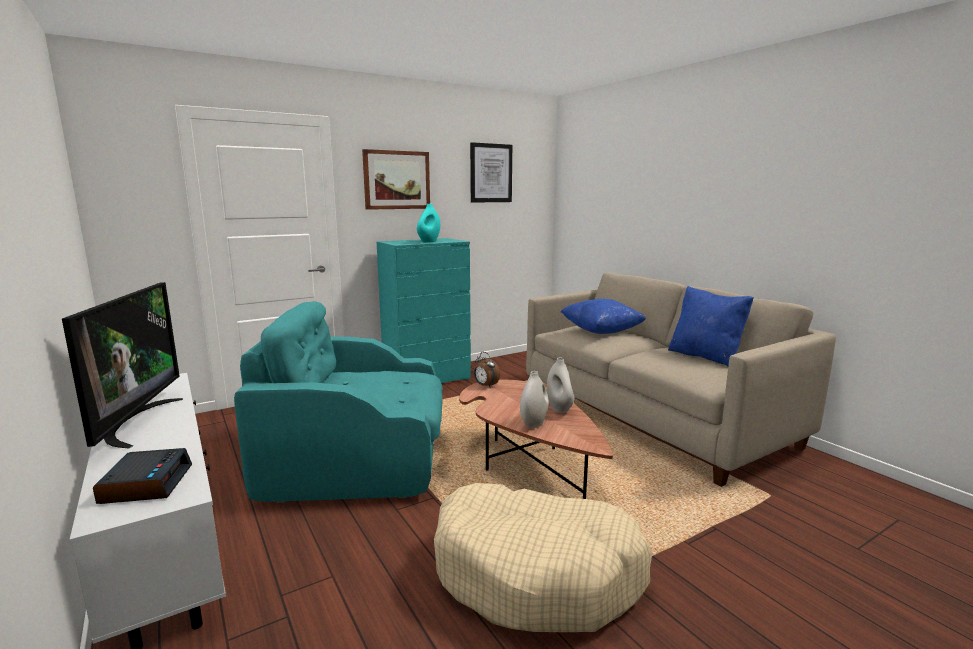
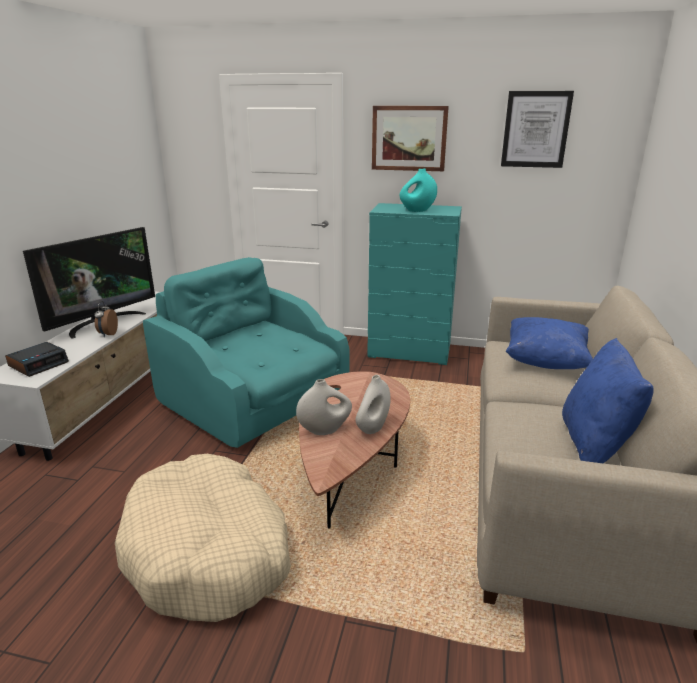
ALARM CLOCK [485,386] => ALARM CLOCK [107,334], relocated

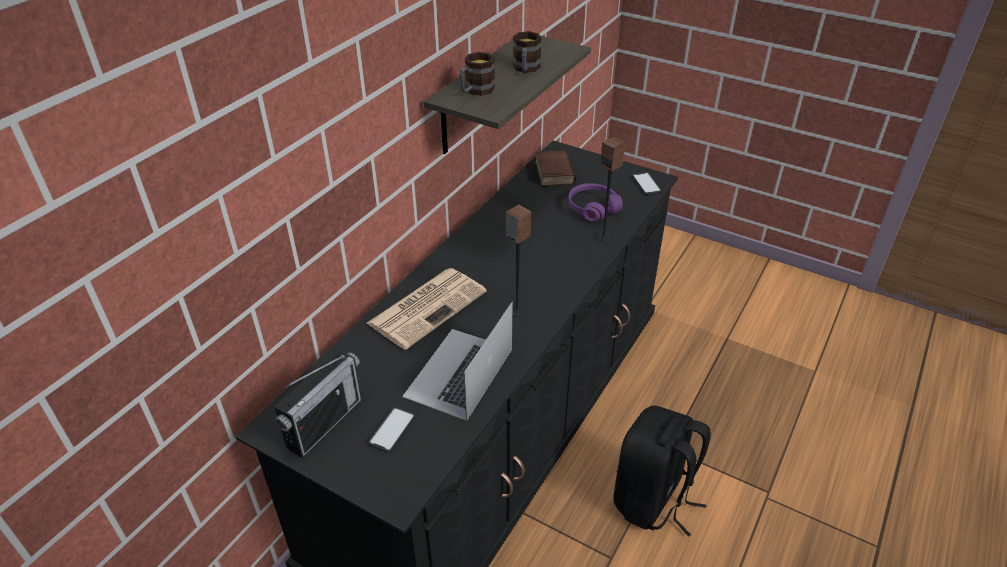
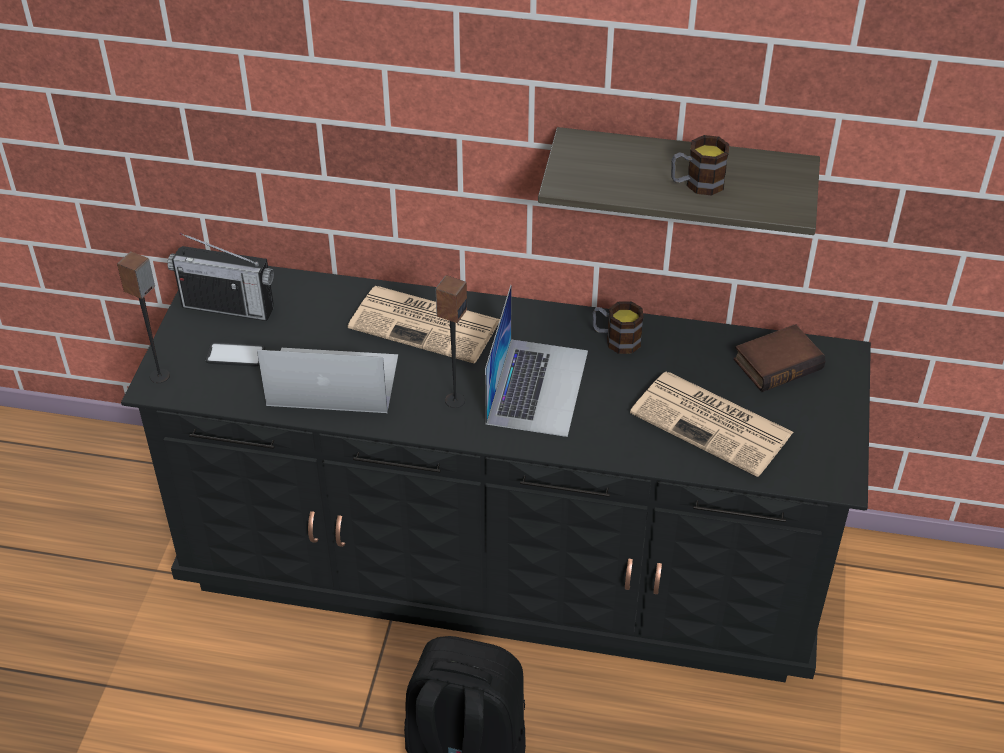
PHONE [646,184] => nothing
nothing => LAPTOP [537,386]
MUG [475,91] => MUG [616,340], relocated
SPEAKER [603,237] => SPEAKER [160,376], relocated
PURPLE HEADPHONES [593,208] => NEWSPAPER [713,424]

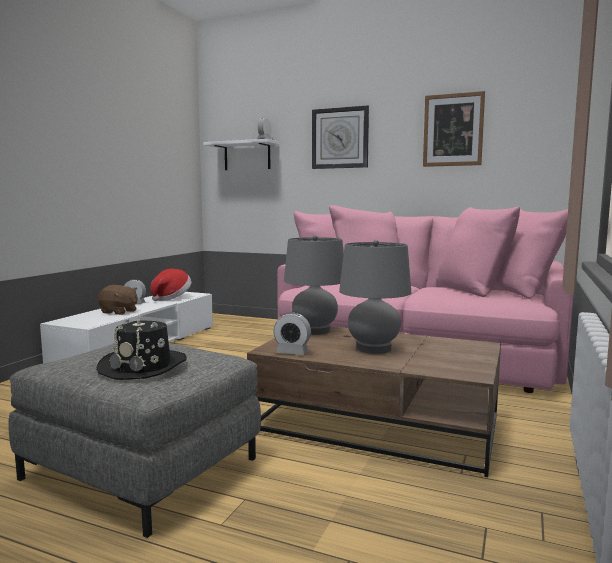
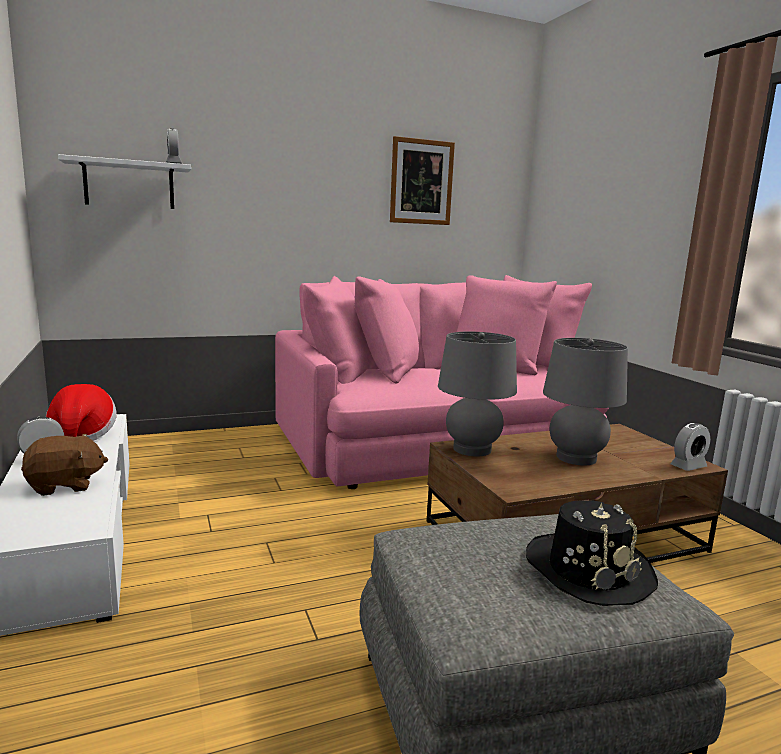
WALL CLOCK [340,138] => nothing
ALARM CLOCK [292,352] => ALARM CLOCK [688,466], relocated

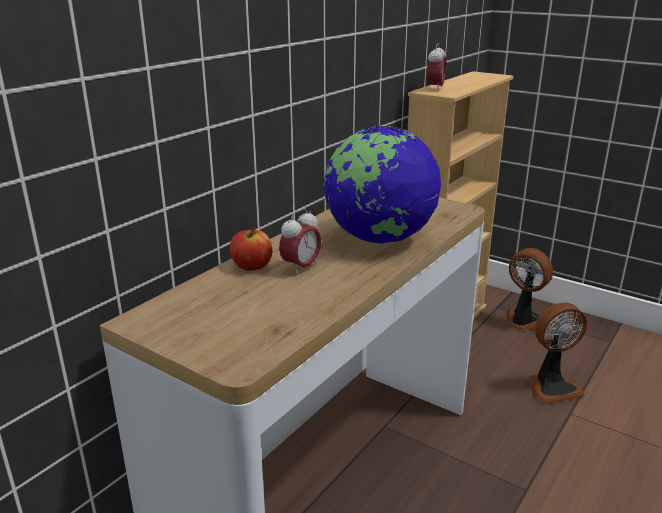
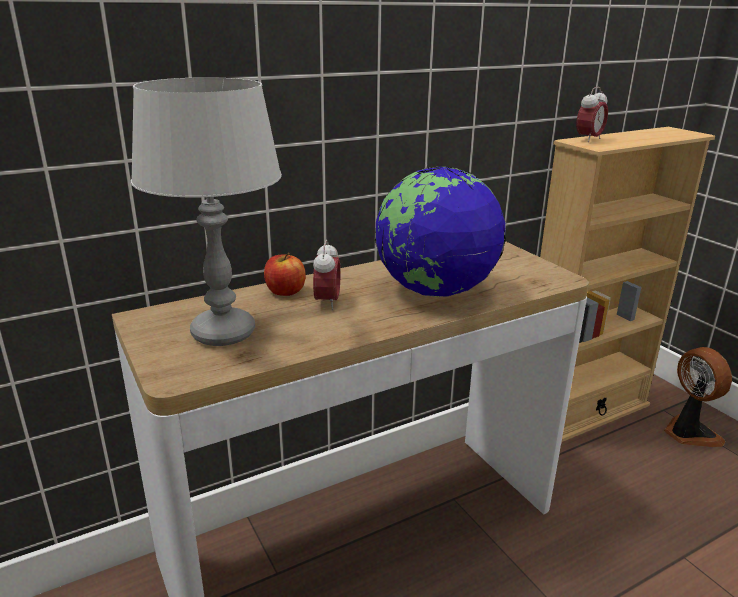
FAN [551,387] => nothing
nothing => GREY TABLE LAMP [224,333]
ALARM CLOCK [301,267] => ALARM CLOCK [327,302], 60 degrees counterclockwise

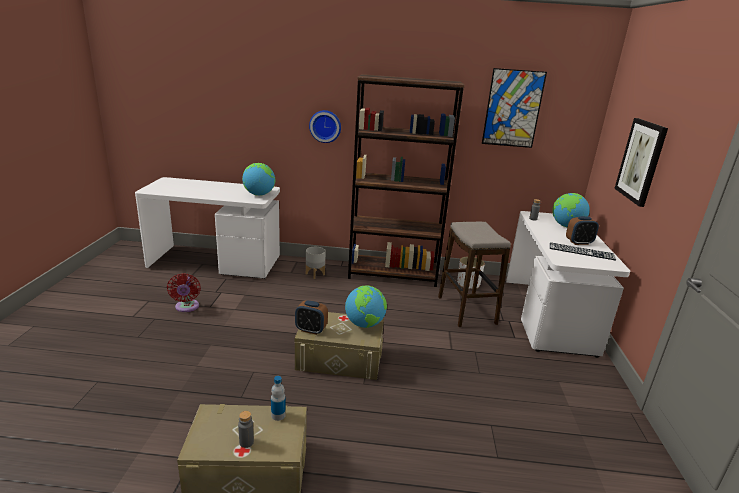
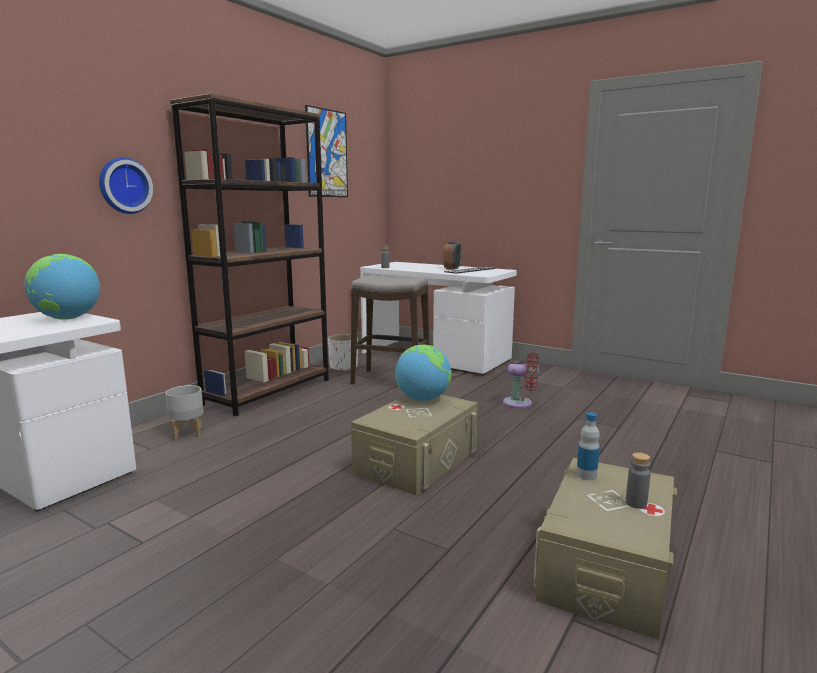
ALARM CLOCK [311,330] => nothing
GLOBE [566,226] => nothing
PICTURE [641,161] => nothing
RED FAN [187,307] => RED FAN [521,403], relocated

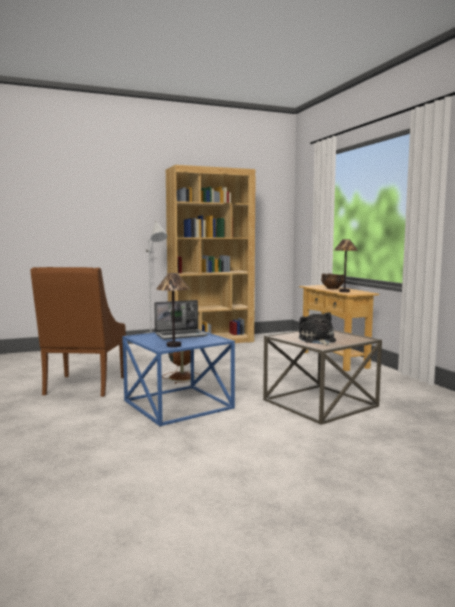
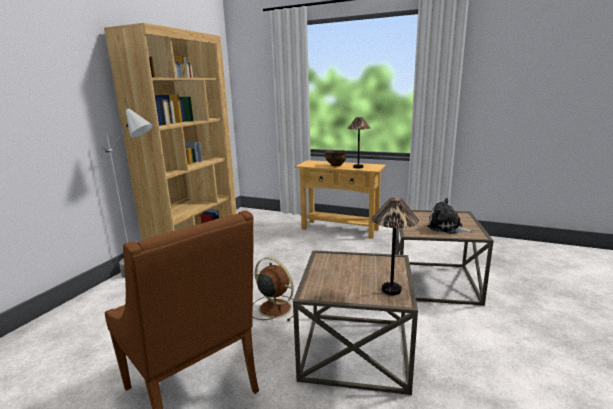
LAPTOP [181,335] => nothing
BLUE SIDE TABLE [178,404] => BROWN SIDE TABLE [355,349]

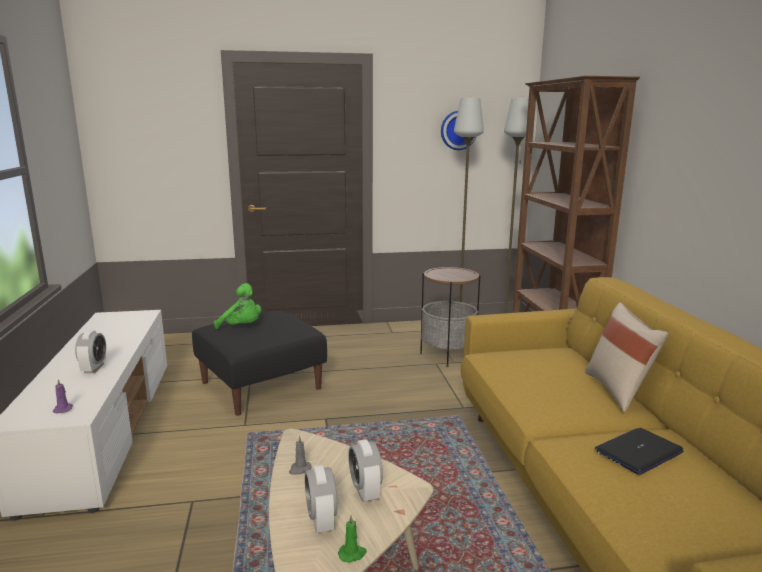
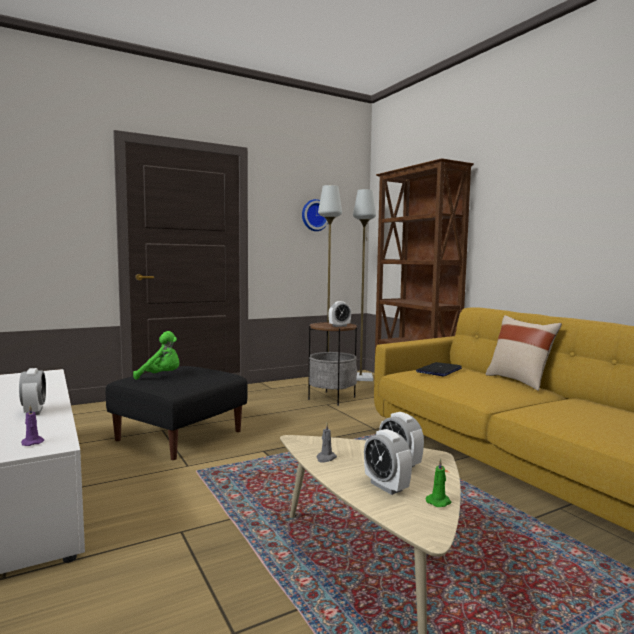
nothing => ALARM CLOCK [339,326]
LAPTOP [638,452] => LAPTOP [439,370], relocated

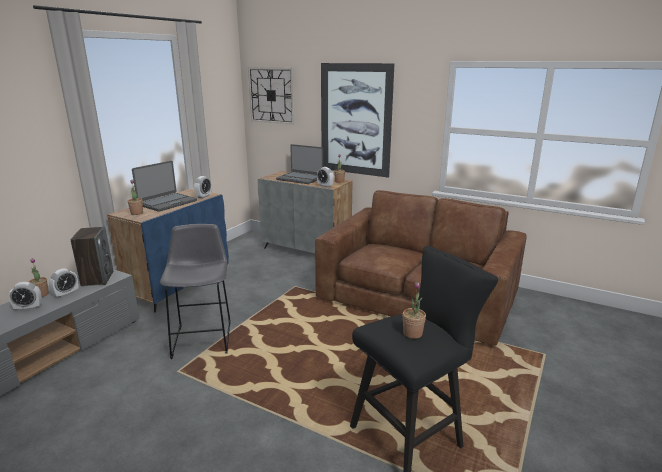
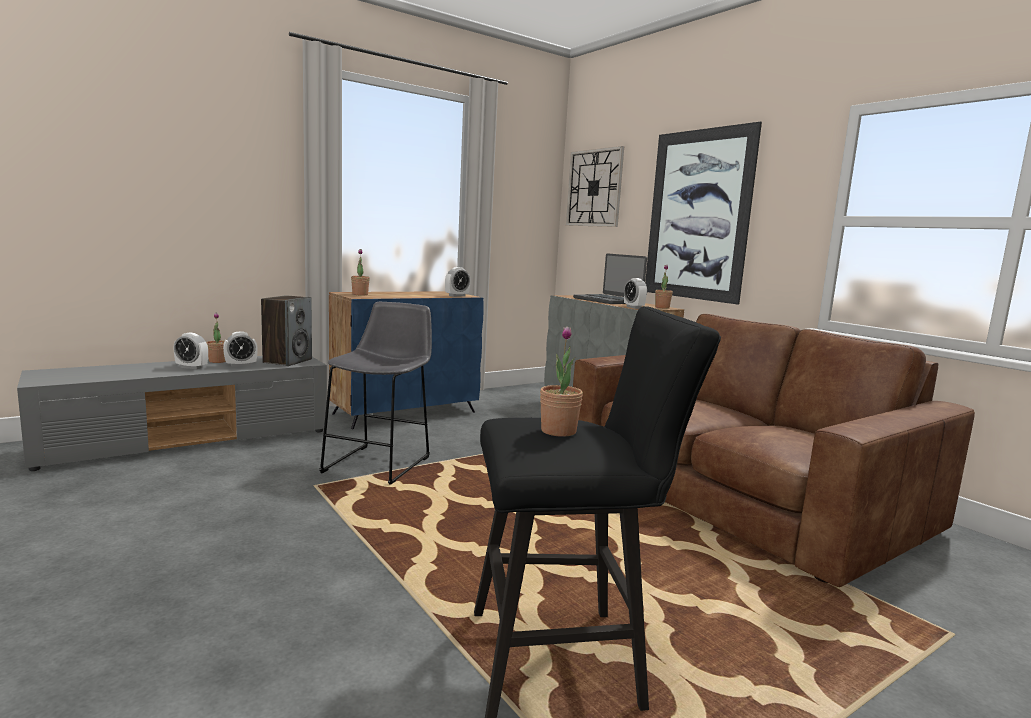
LAPTOP [167,203] => nothing

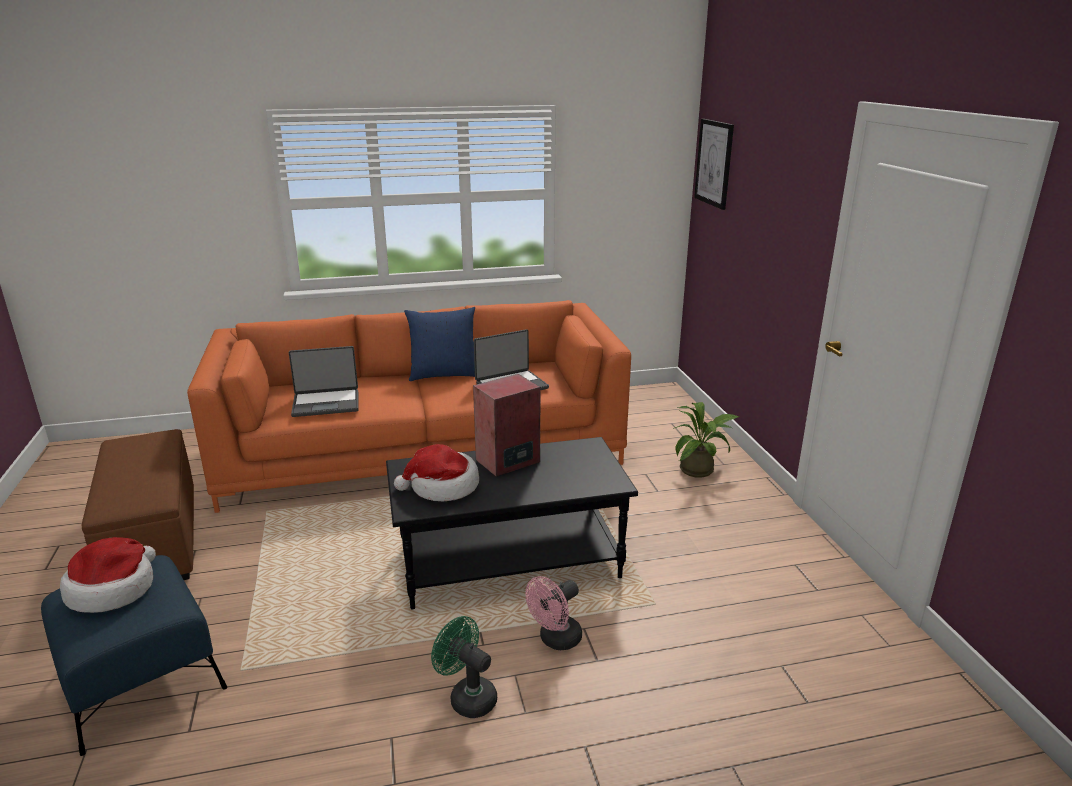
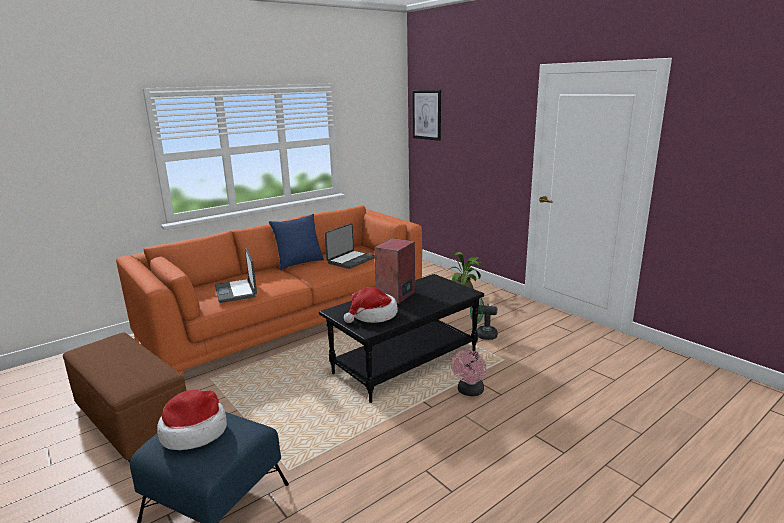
GREEN FAN [467,696] => GREEN FAN [482,335], relocated
LAPTOP [326,403] => LAPTOP [237,291], 105 degrees clockwise

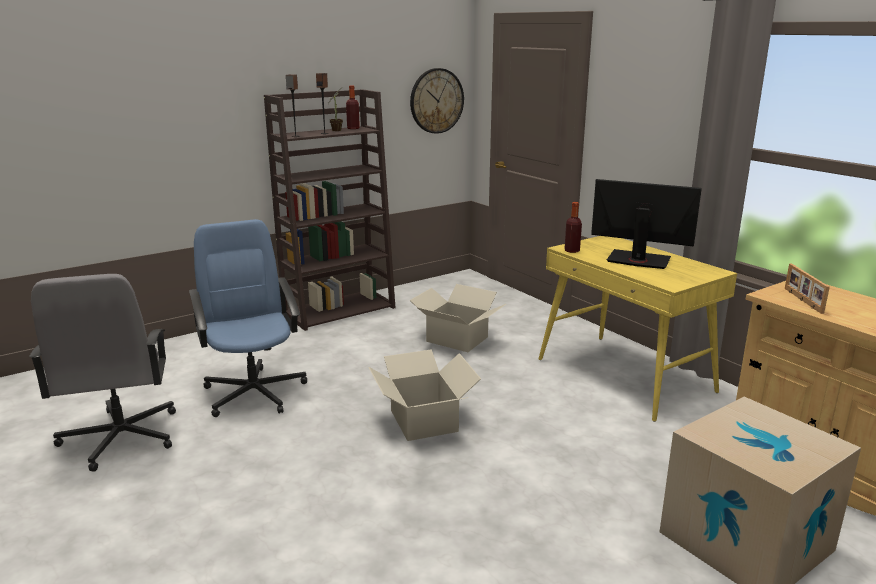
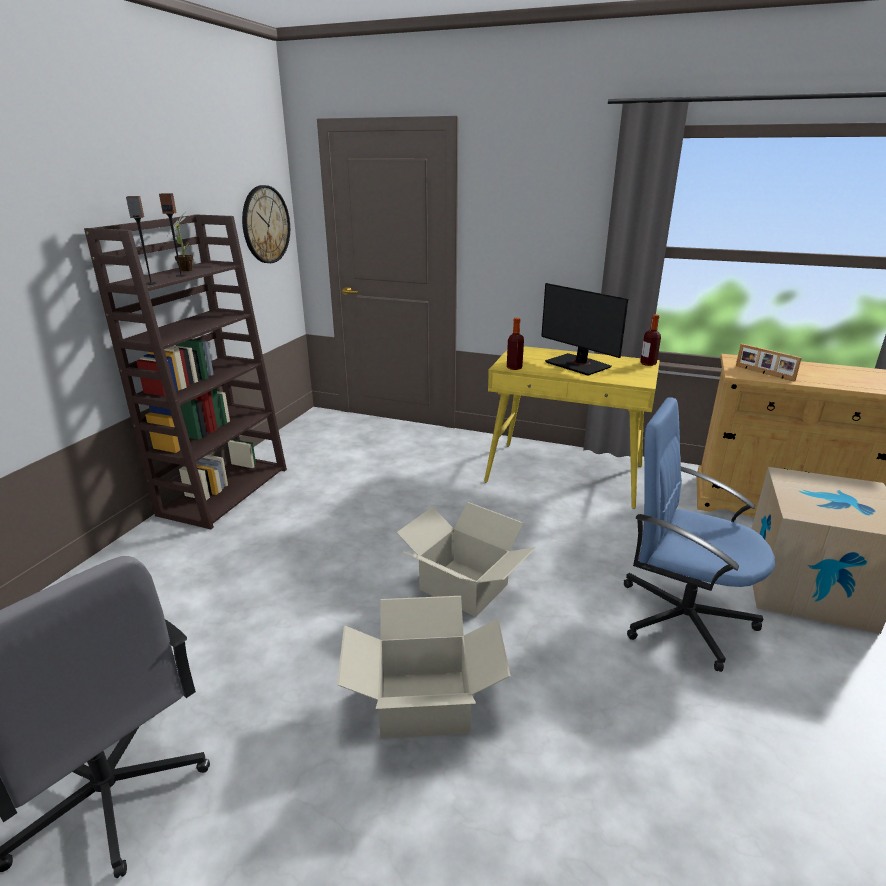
BLUE OFFICE CHAIR [254,392] => BLUE OFFICE CHAIR [681,617], relocated
BOTTLE [353,128] => BOTTLE [648,363], relocated
CARDBOARD BOX [457,339] => CARDBOARD BOX [423,702], relocated
MONITOR [638,260] => MONITOR [578,365], 120 degrees counterclockwise

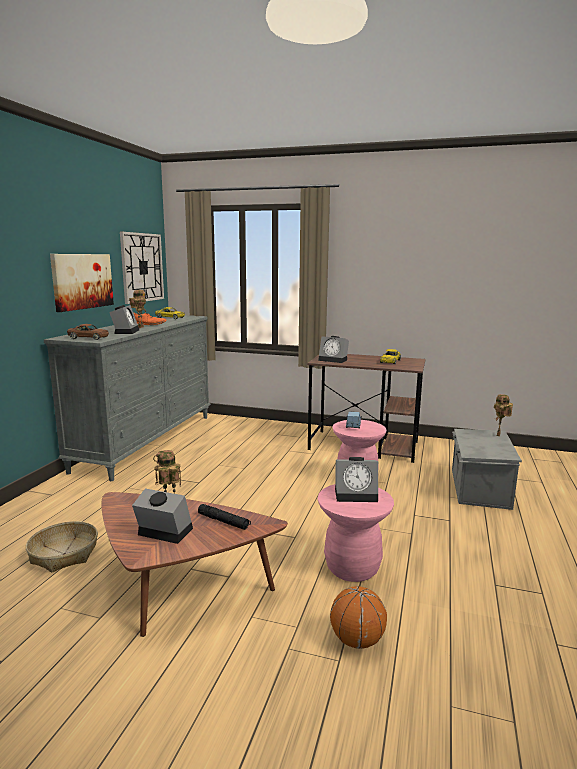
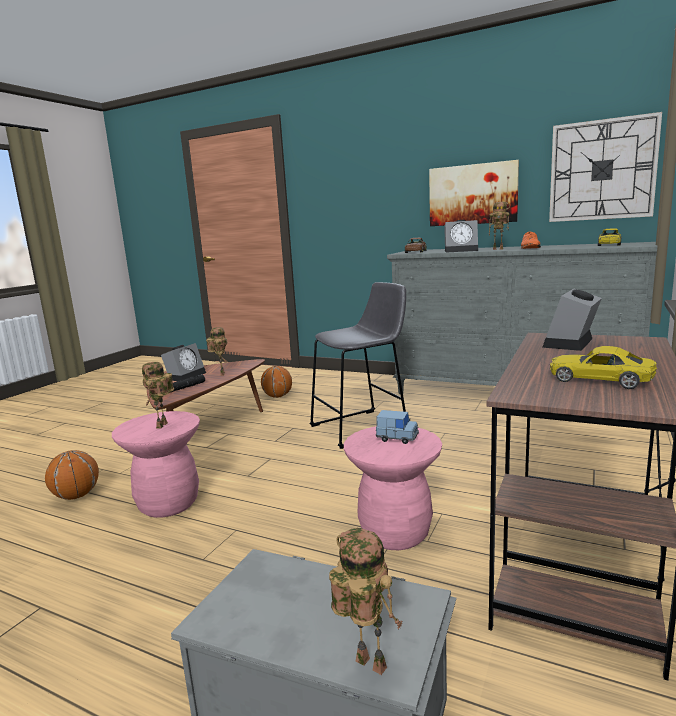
nothing => GREY STOOL [363,427]
BASKET [64,554] => BASKETBALL [277,396]
ALARM CLOCK [357,494] => TOY ROBOT [163,426]

